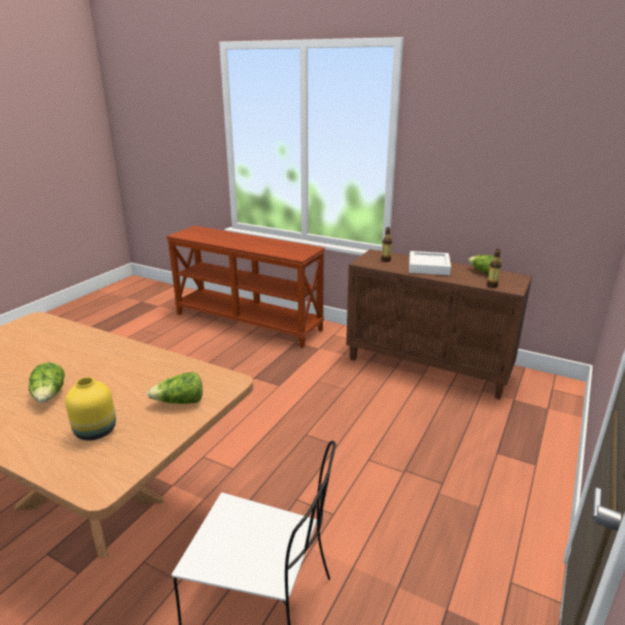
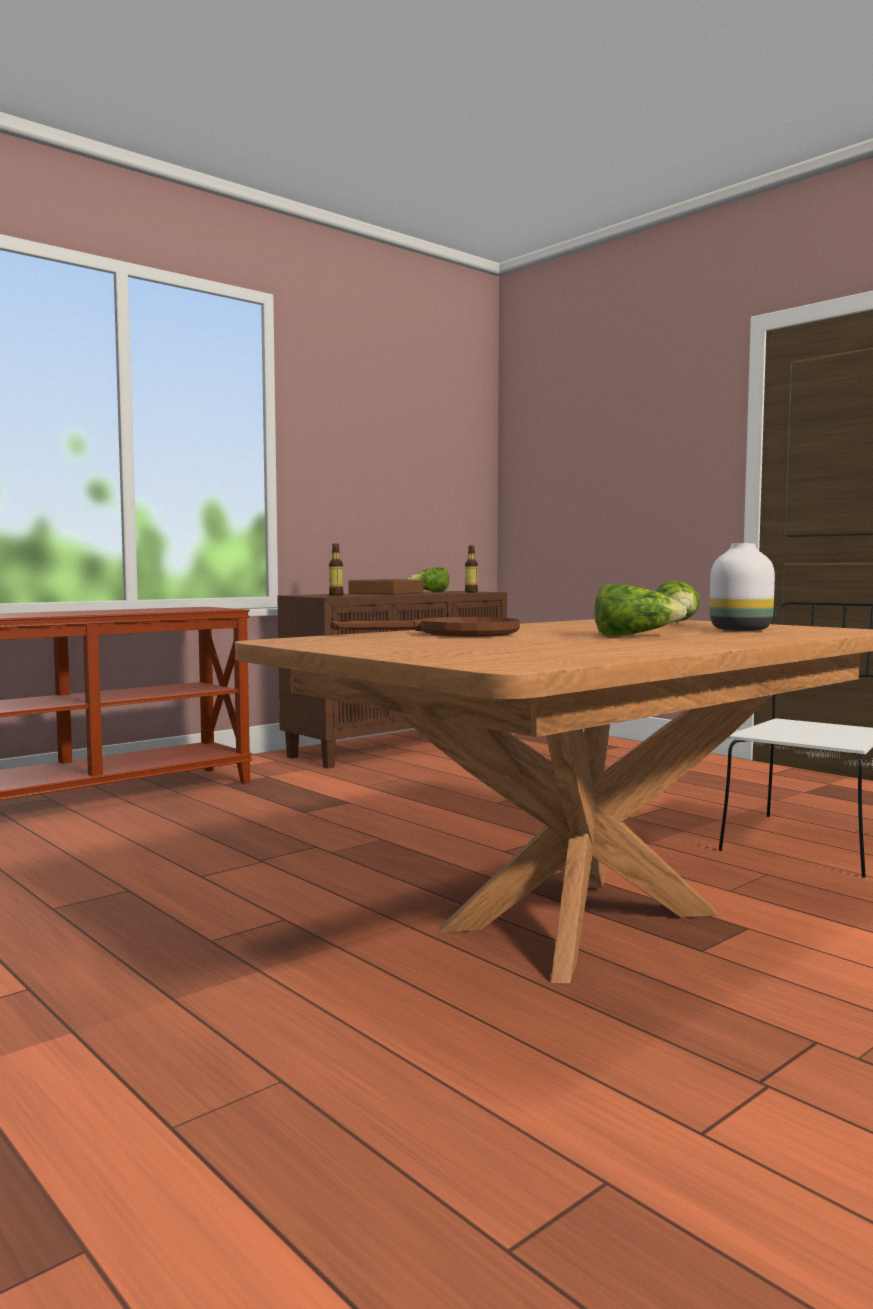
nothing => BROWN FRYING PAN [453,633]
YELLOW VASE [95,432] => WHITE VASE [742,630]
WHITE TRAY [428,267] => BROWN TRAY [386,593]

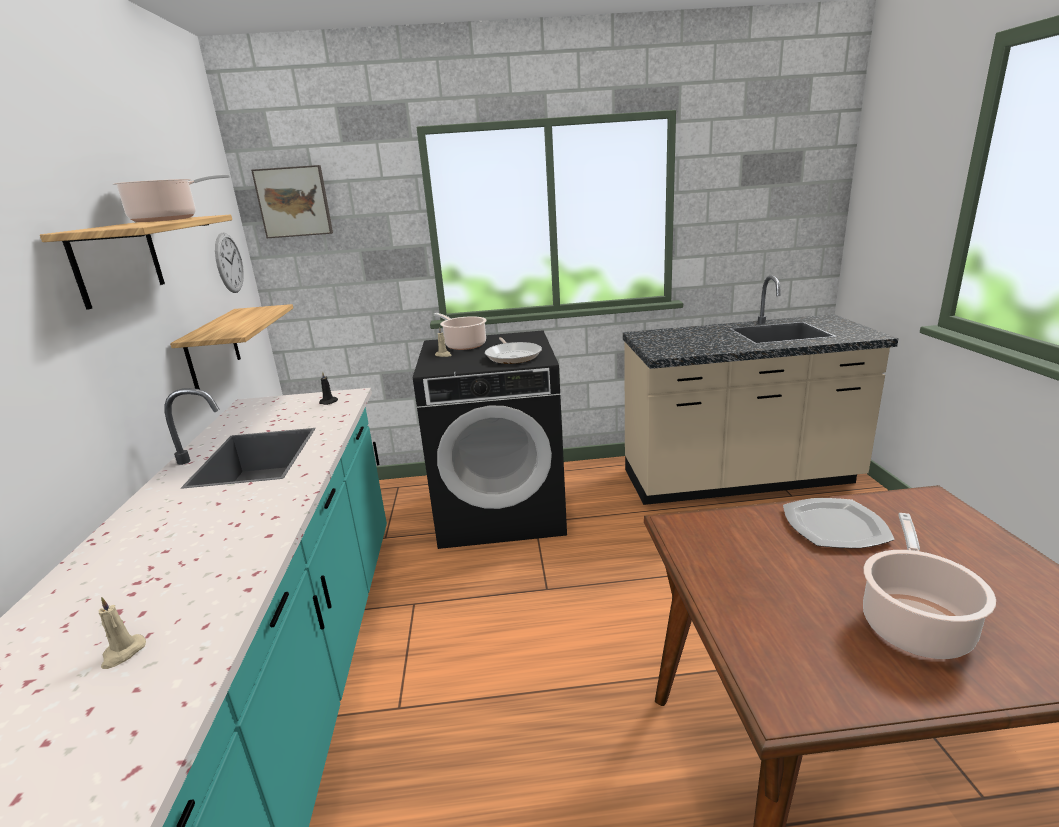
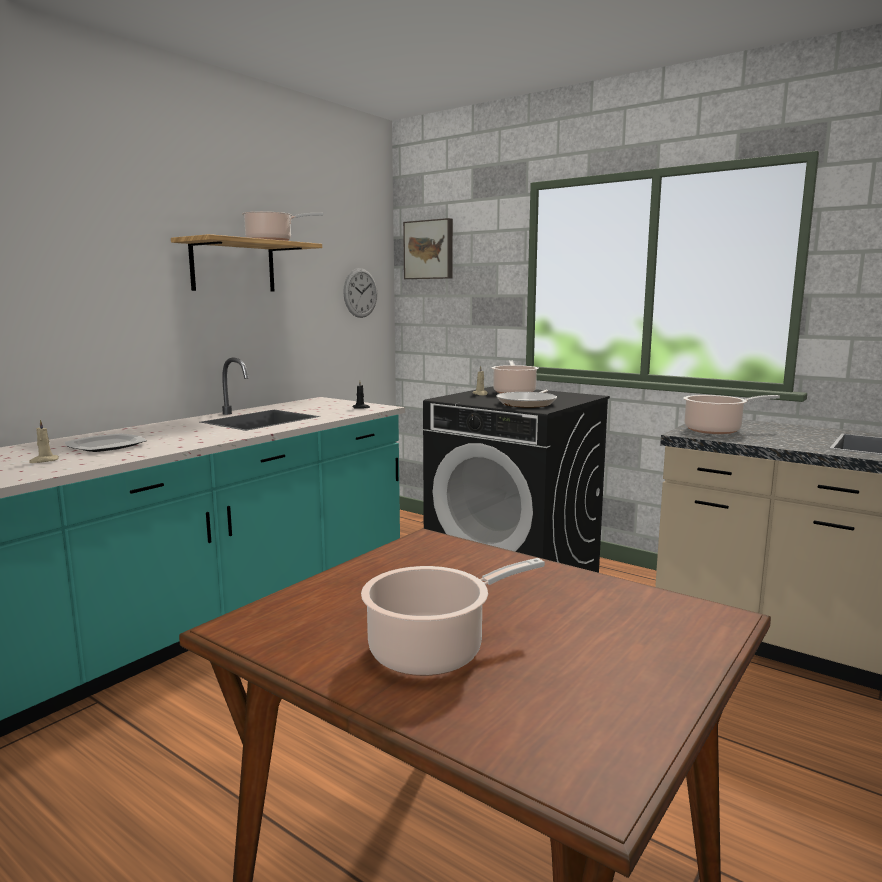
SHELF [212,349] => nothing
nothing => COOKING POT [716,430]
PLATE [833,526] => PLATE [106,445], relocated

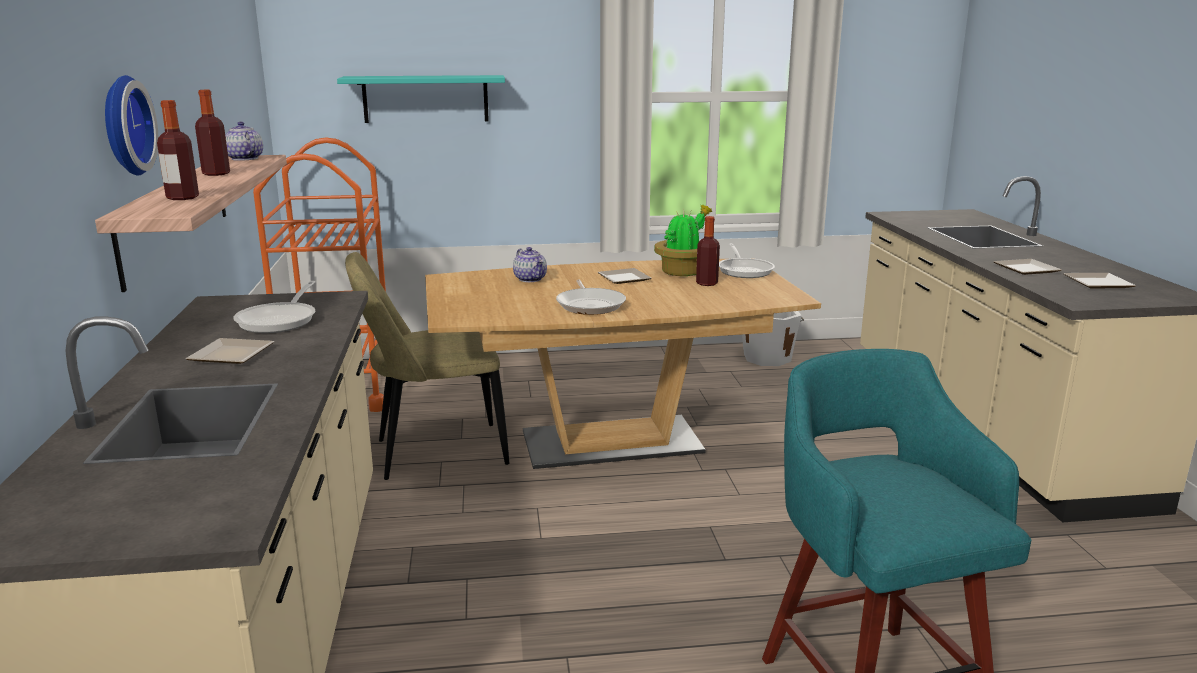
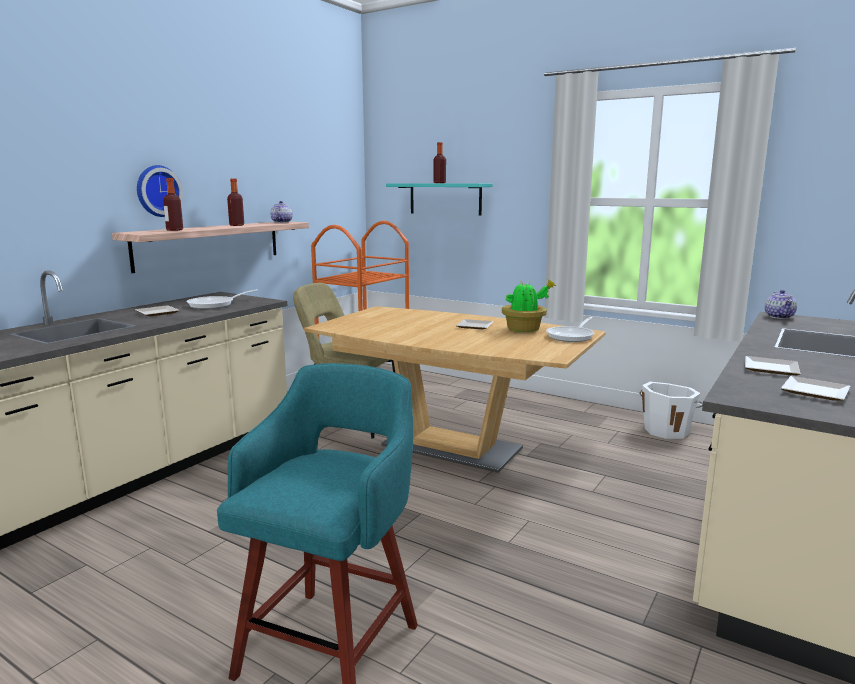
FRYING PAN [590,305] => nothing
TEAPOT [530,279] => TEAPOT [779,317], relocated
BOTTLE [706,283] => BOTTLE [439,183], relocated

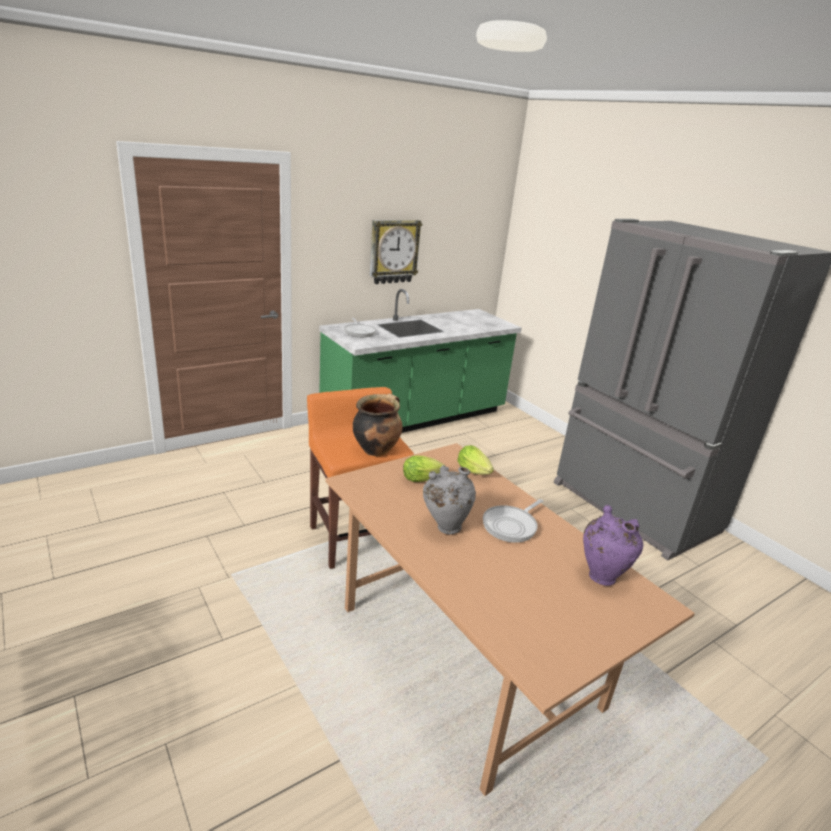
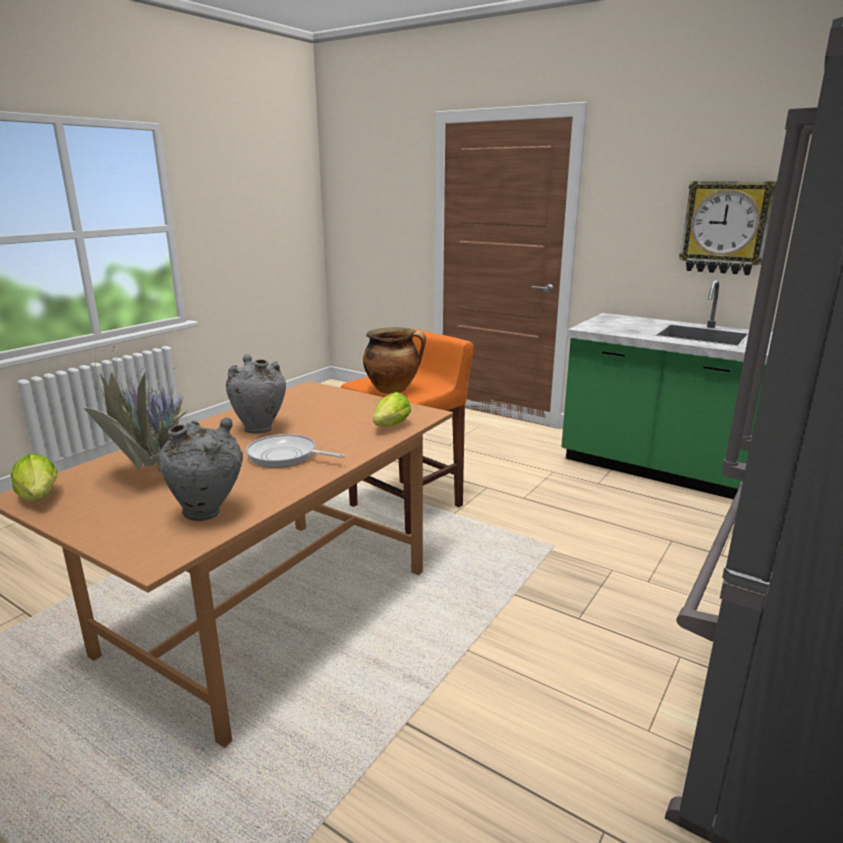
FRYING PAN [359,332] => nothing
nothing => POTTED PLANT [152,473]
LETTUCE [423,479] => LETTUCE [40,499], relocated
PURPLE VASE [602,575] => GREY VASE [208,514]

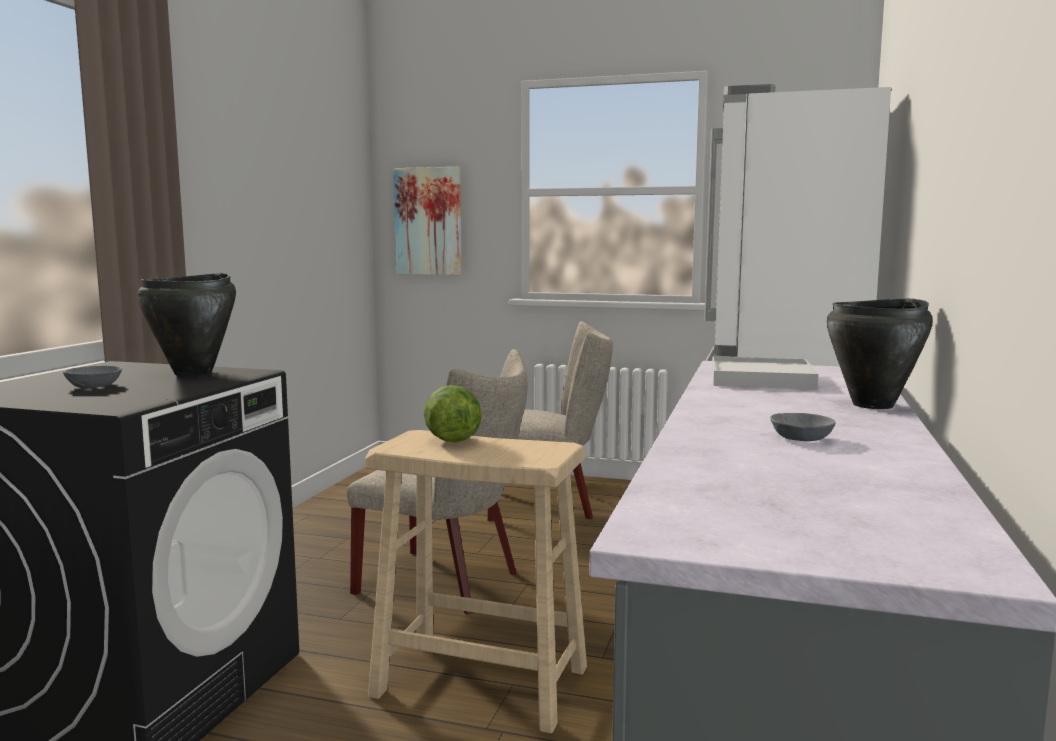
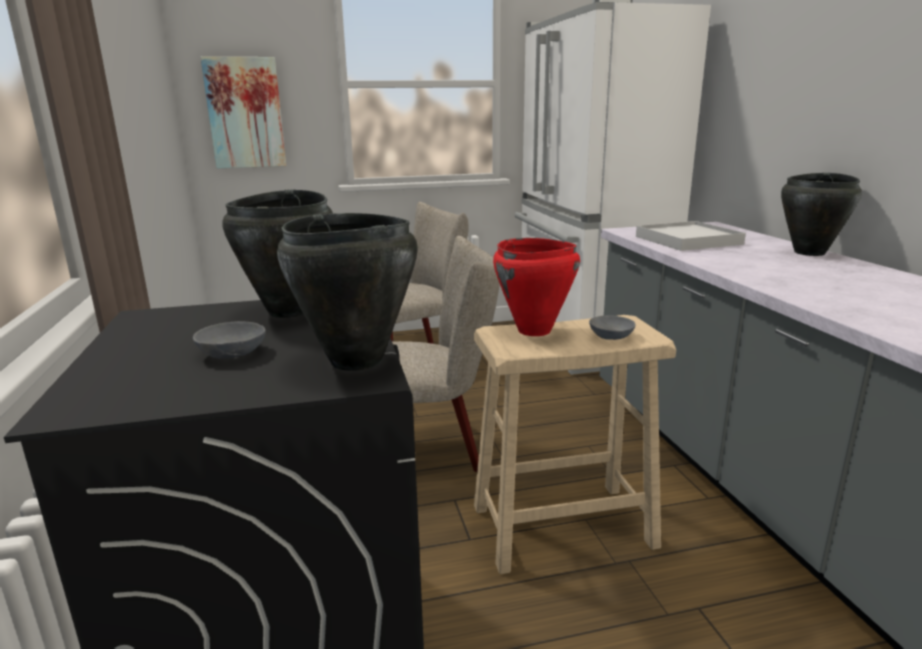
nothing => BLACK COOKING POT [356,361]
GREY BOWL [801,439] => GREY BOWL [612,337], relocated
LETTUCE [452,439] => RED COOKING POT [534,331]

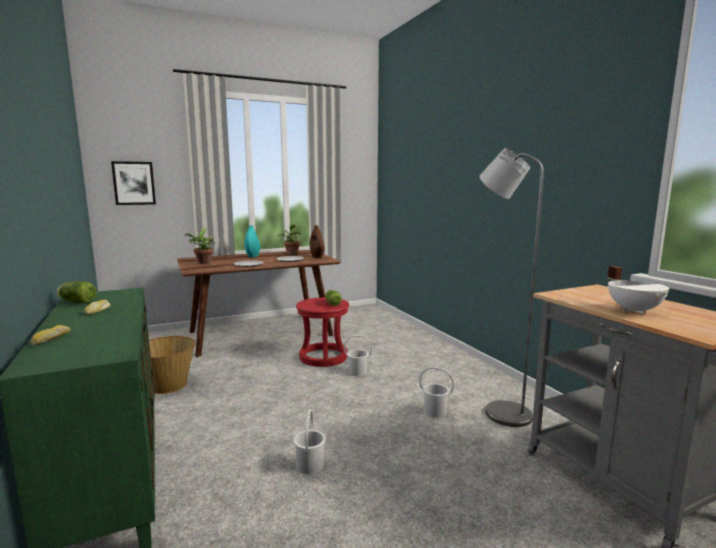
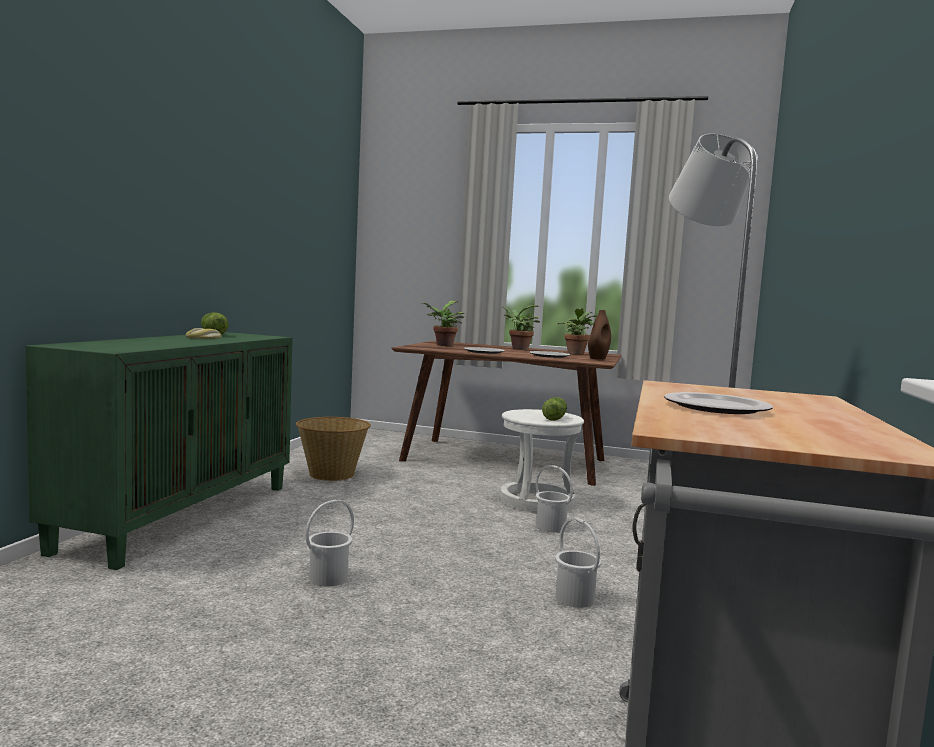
BREAD [50,339] => nothing
PICTURE [134,183] => nothing
TURQUOISE VASE [253,256] => POTTED PLANT [518,349]
WHITE COOKING POT [634,310] => PLATE [718,407]
RED STOOL [323,357] => WHITE STOOL [536,501]

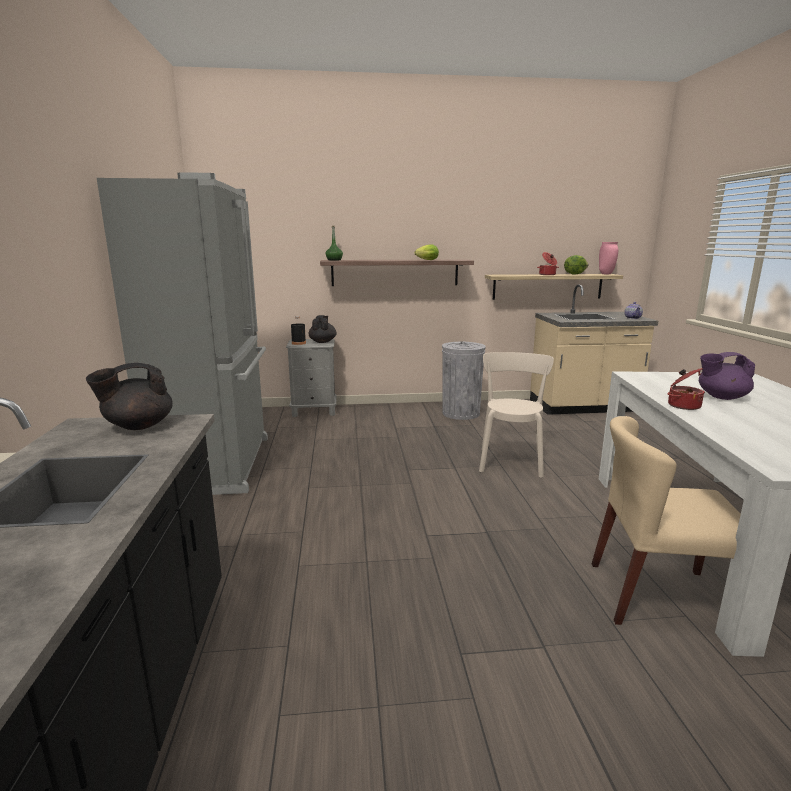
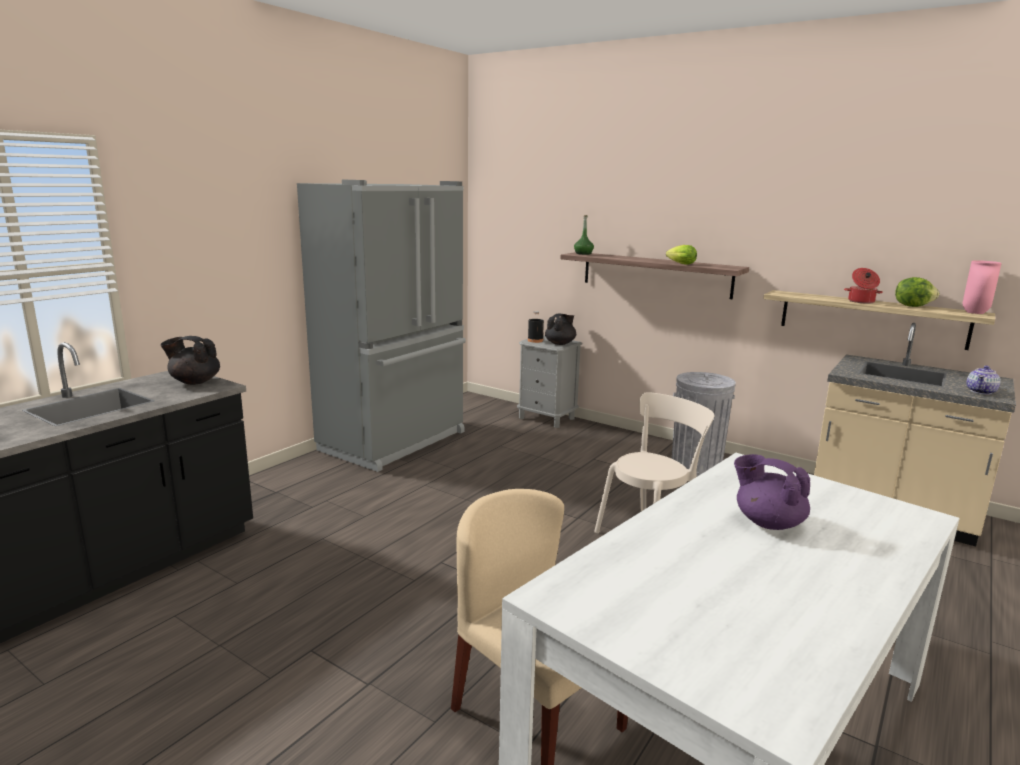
COOKING POT [683,405] => nothing

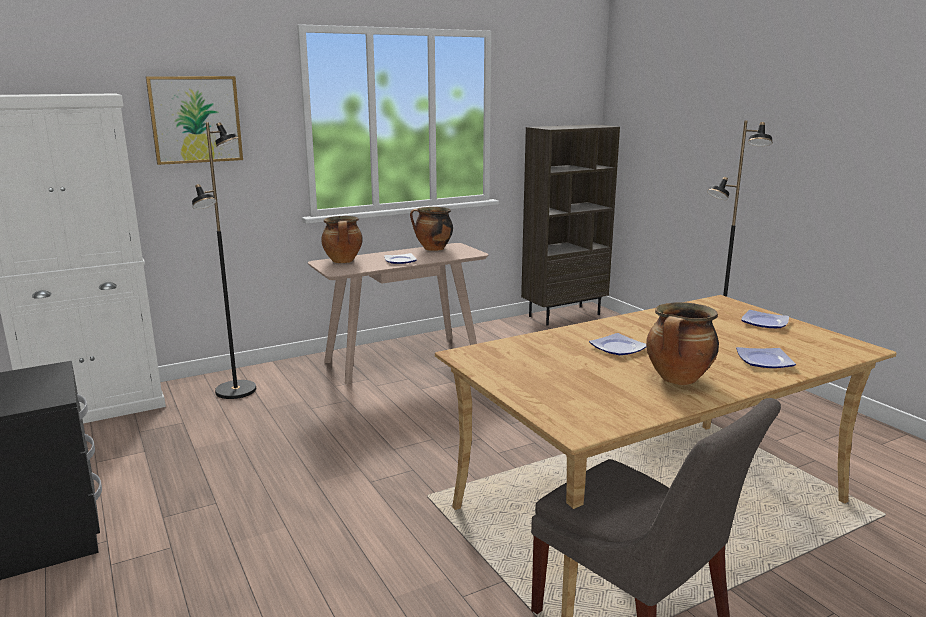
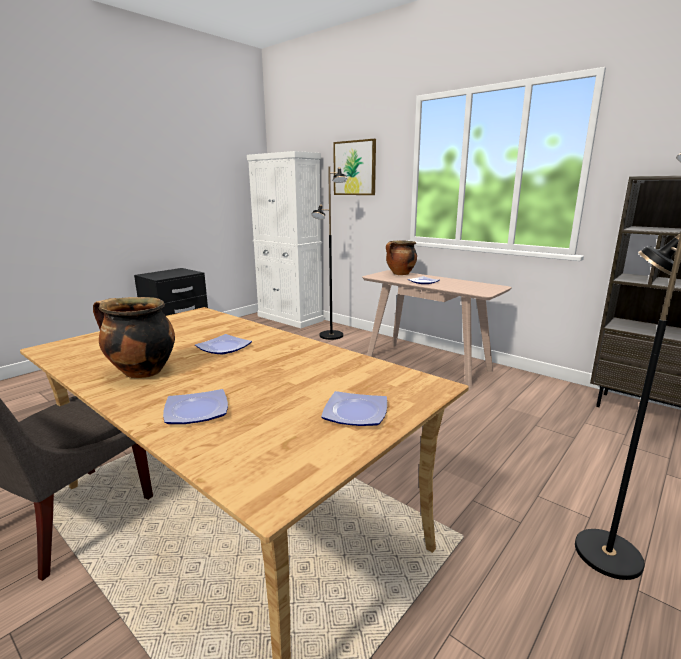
COOKING POT [433,249] => nothing

